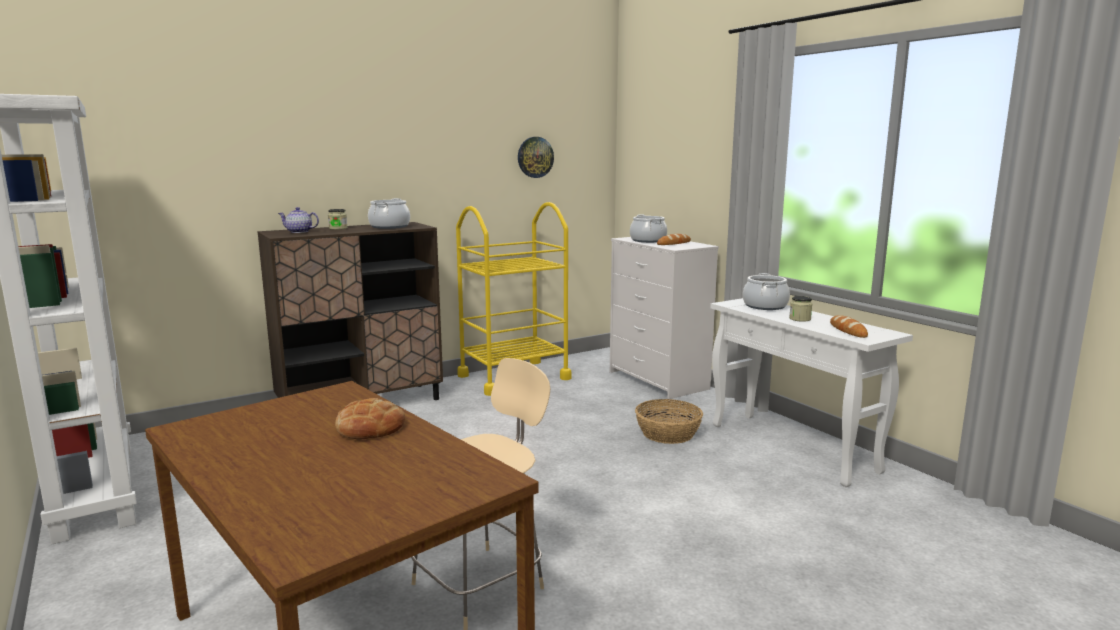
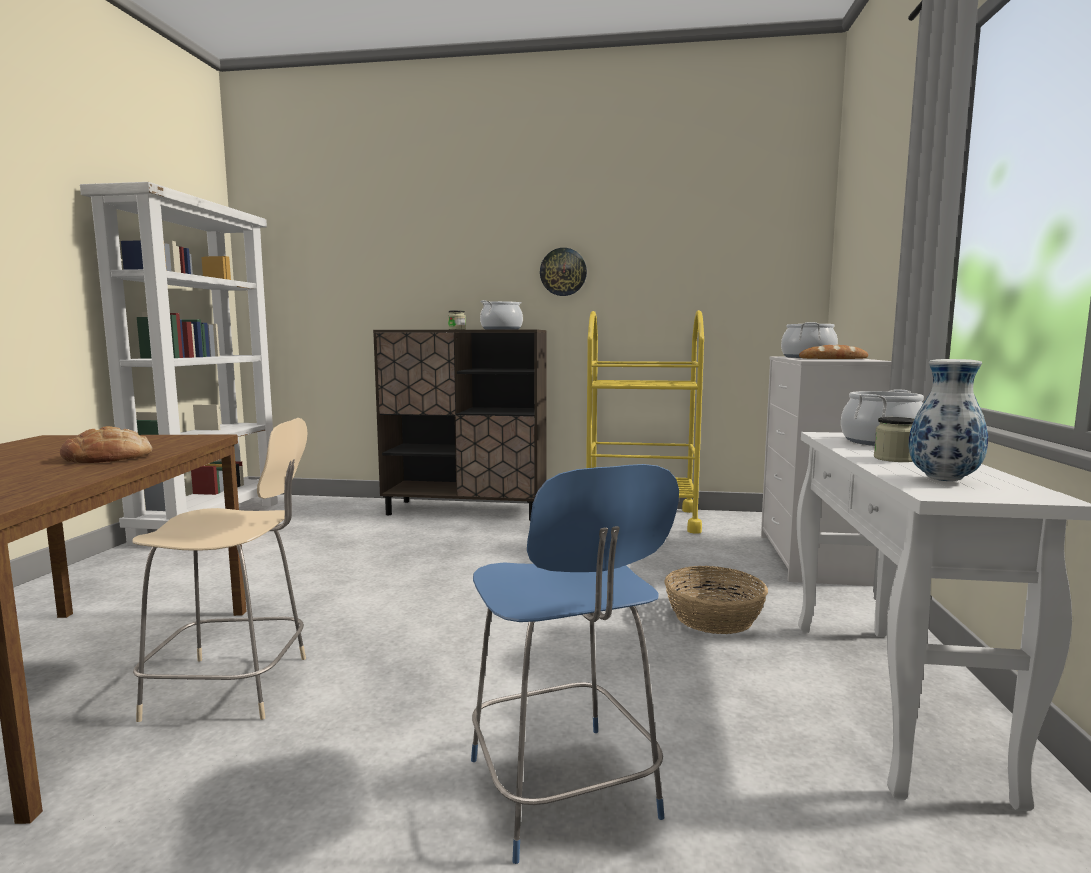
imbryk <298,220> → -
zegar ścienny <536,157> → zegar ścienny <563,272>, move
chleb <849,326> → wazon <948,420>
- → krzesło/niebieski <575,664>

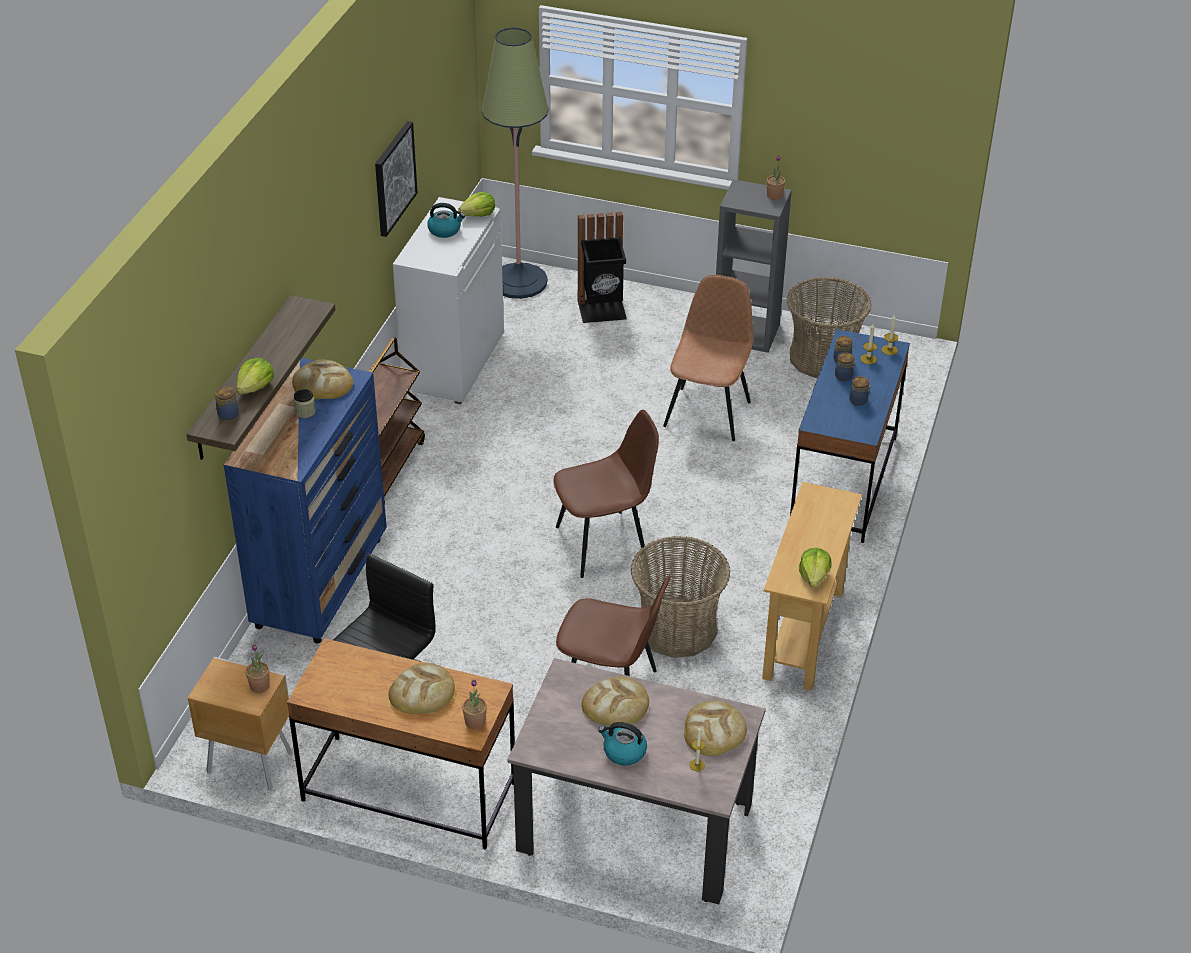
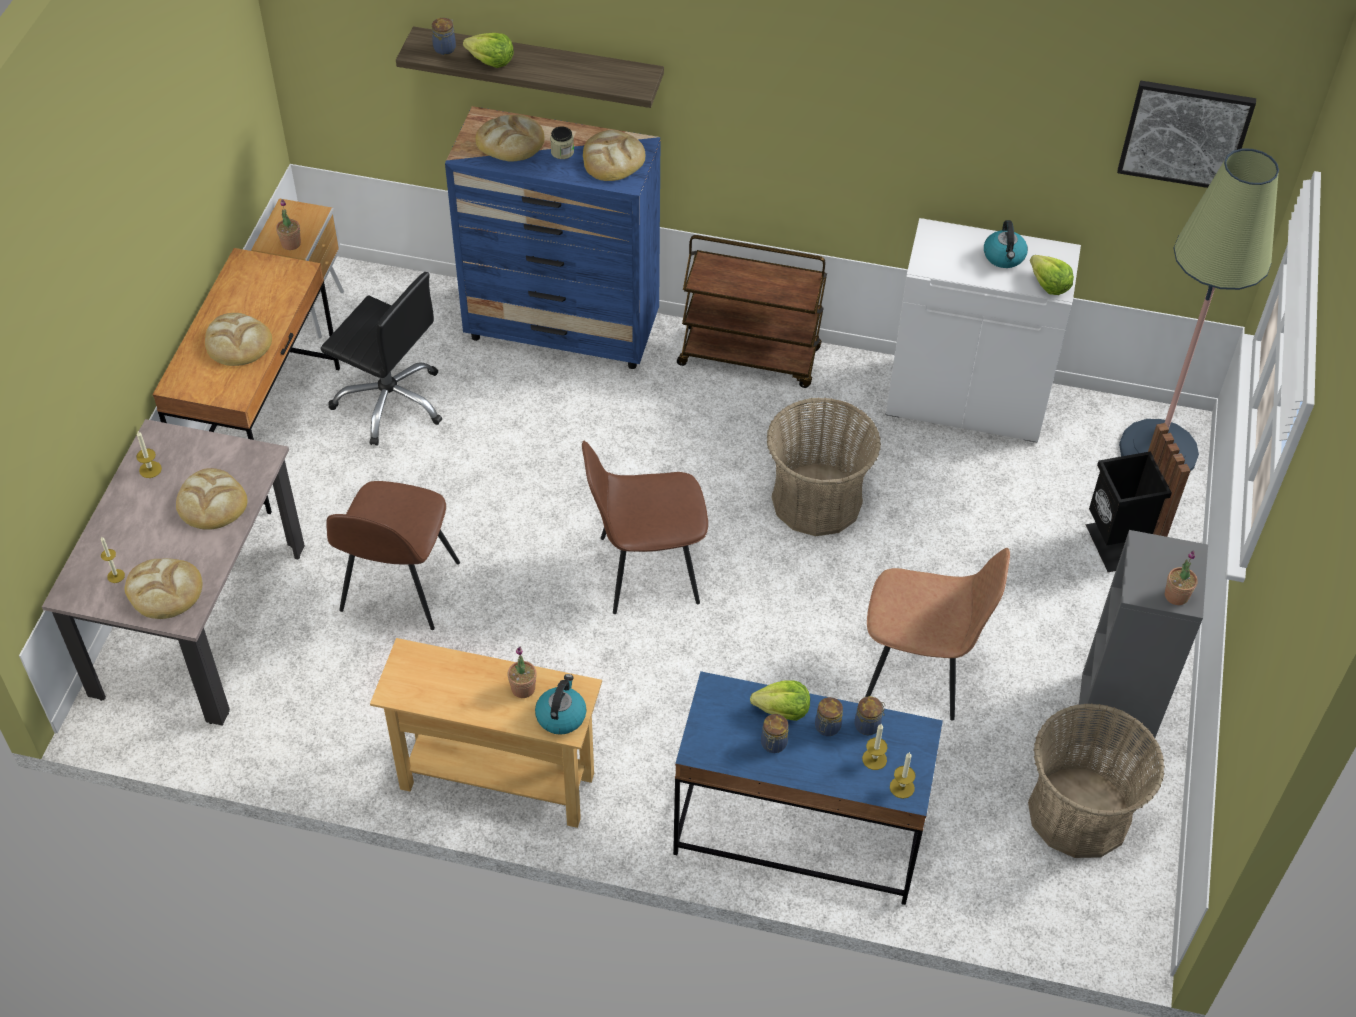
obraz <396,179> → obraz <1186,134>, move
roślina doniczkowa <474,704> → roślina doniczkowa <522,672>, move
krzesło/brązowy <606,494> → krzesło/brązowy <645,527>, 105 degrees clockwise
czajnik <622,744> → czajnik <561,704>, move
koszyk <680,597> → koszyk <823,466>, move
sałata <815,567> → sałata <780,700>, move
- → świeca <149,454>
- → chleb <509,138>

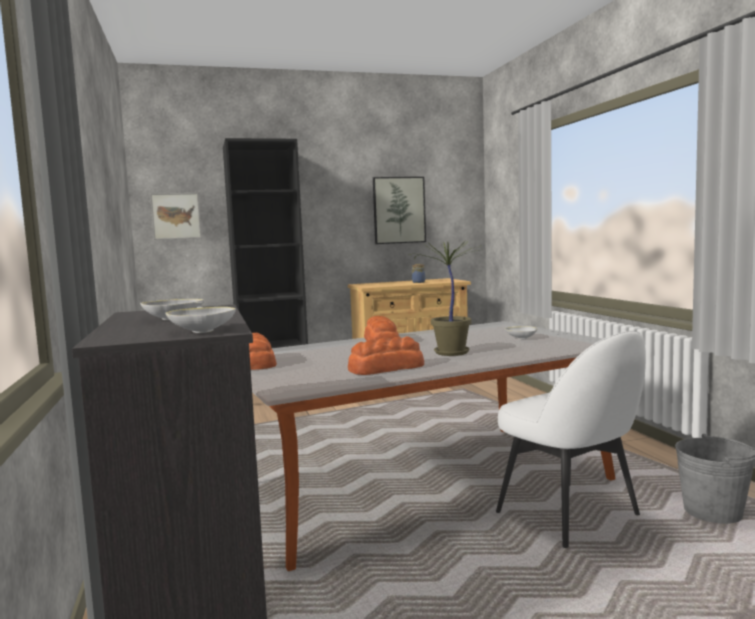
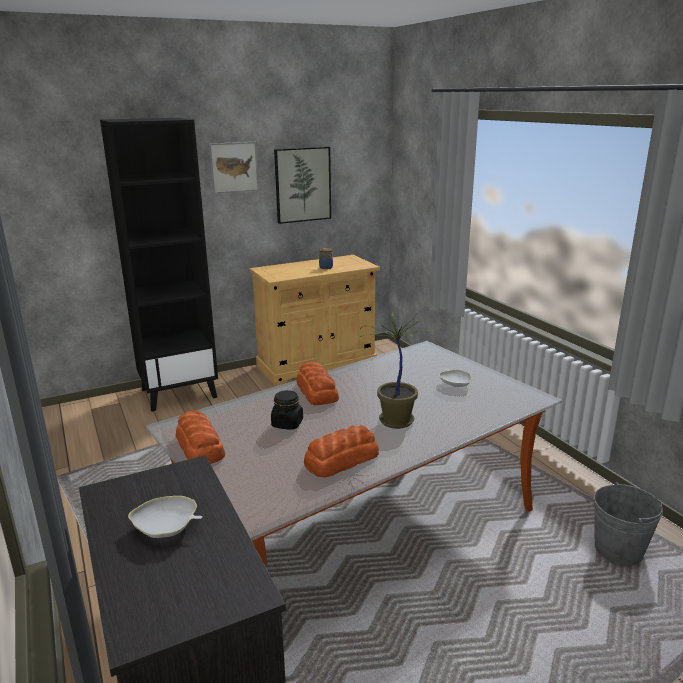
obraz <175,216> → obraz <234,168>, move
miska/biały <200,320> → -
krzesło/biały <571,439> → -
- → słoik/czarny <287,410>

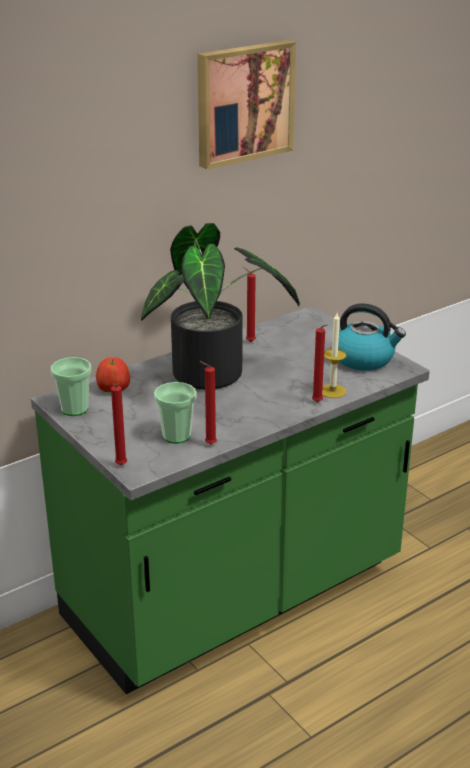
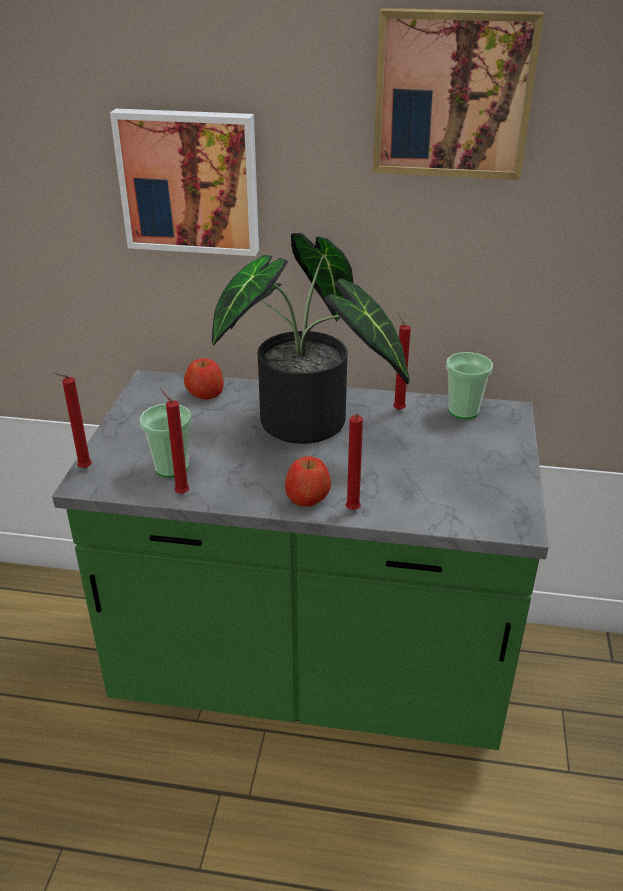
filiżanka <71,386> → filiżanka <469,385>, move
świeca <334,355> → -
czajnik <372,337> → -
- → obraz <184,182>
- → jabłko <308,482>

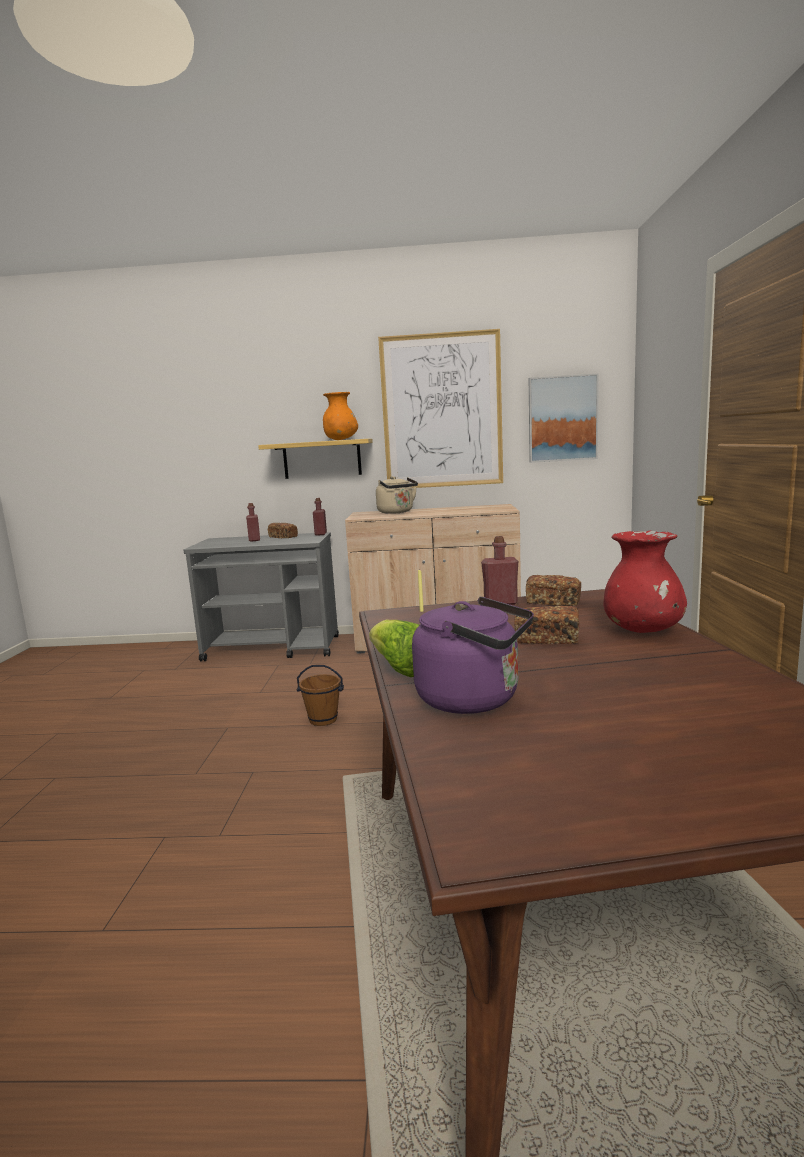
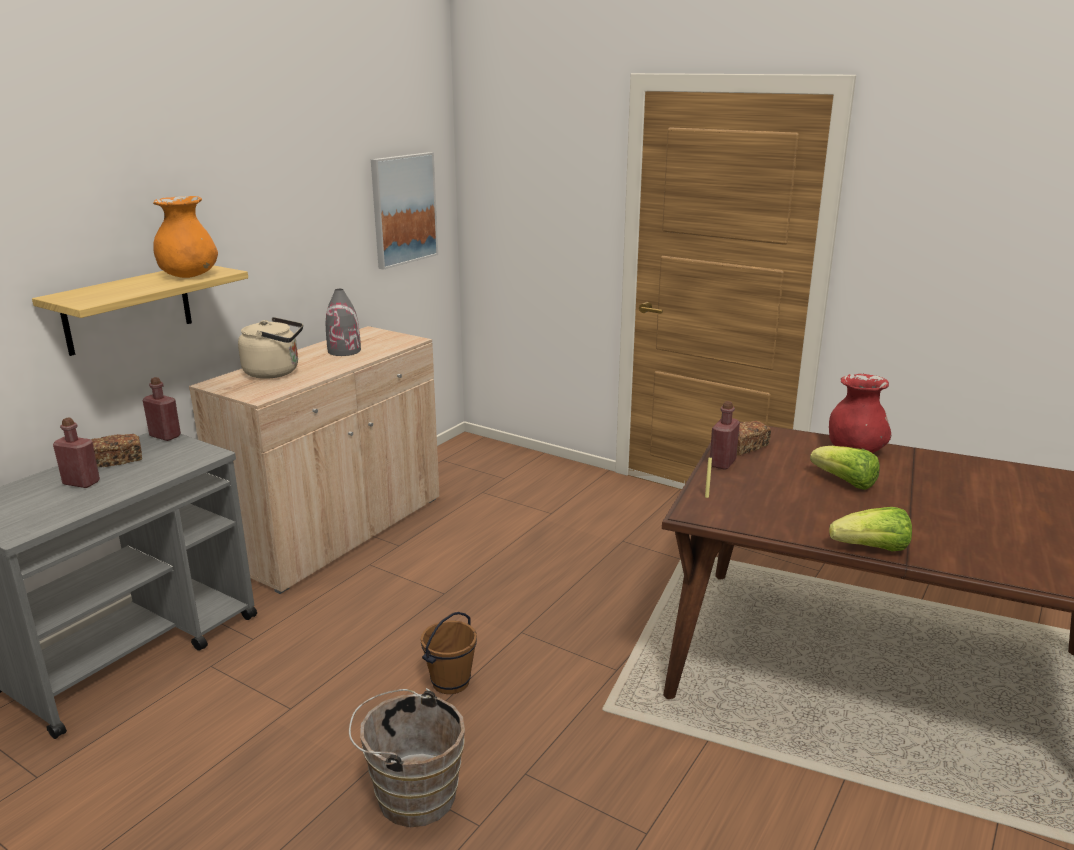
obraz <440,408> → -
czajnik/fioletowy <473,655> → -
chleb <546,625> → sałata <845,468>
- → wazon/szary <343,322>
- → wiadro/brązowy <407,757>

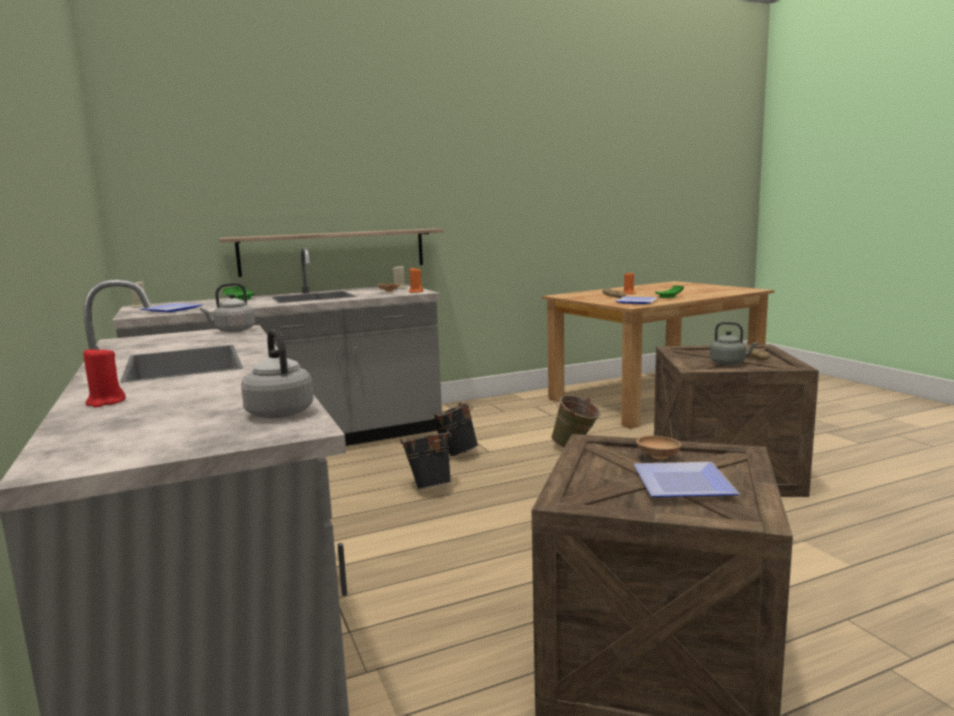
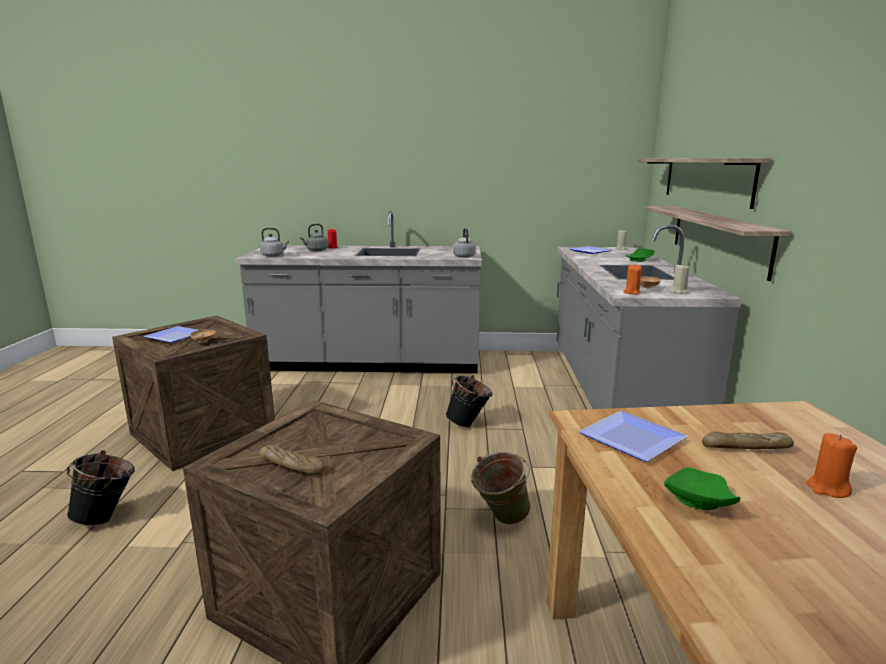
wiadro/czarny <453,430> → wiadro/czarny <100,488>, move
czajnik/szary <733,343> → czajnik/szary <314,237>, move
- → półka <704,183>

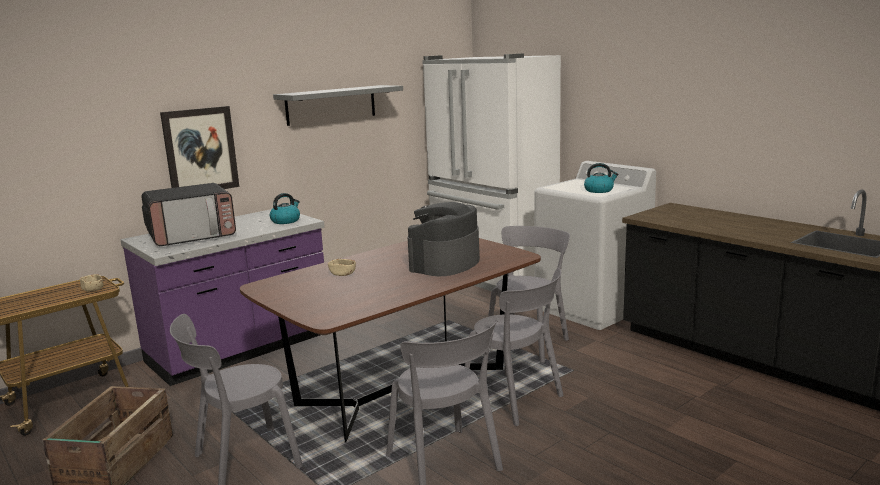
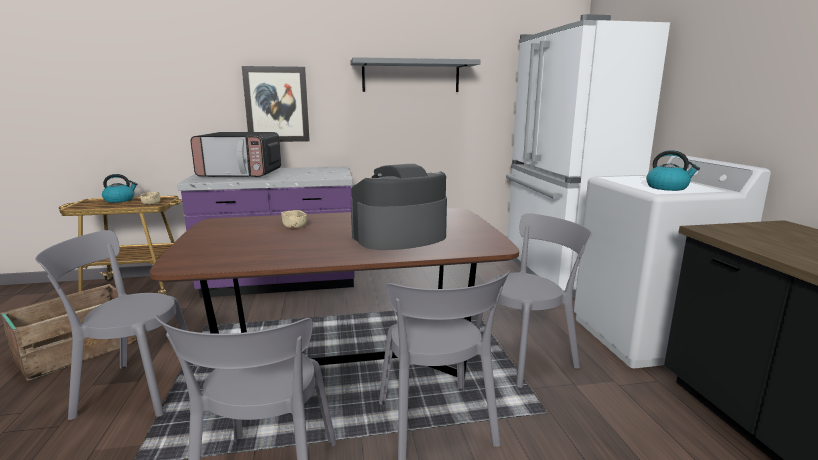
czajnik <285,208> → czajnik <119,188>, move

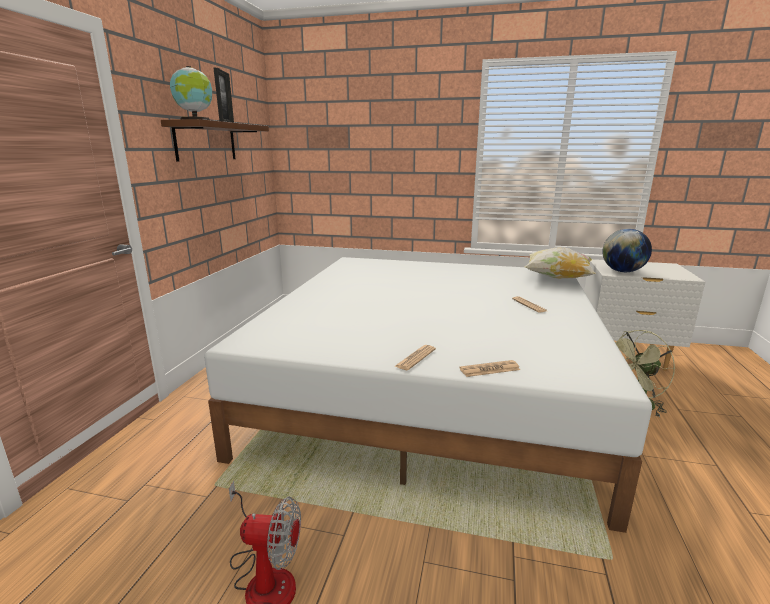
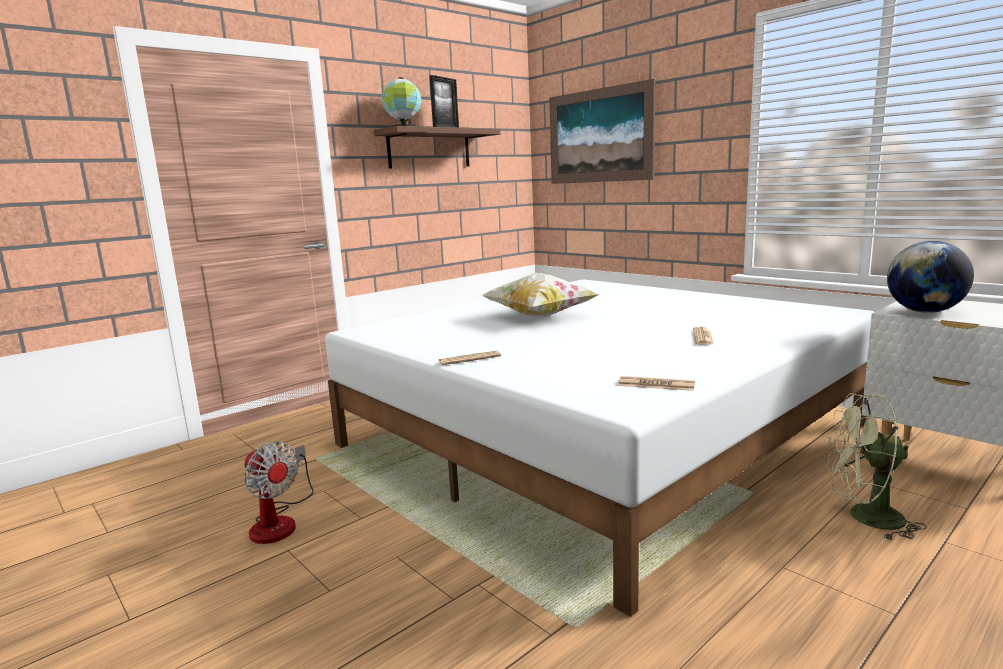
gazeta <489,368> → gazeta <656,383>, move
poduszka <560,263> → poduszka <540,295>, move
- → obraz <602,131>

